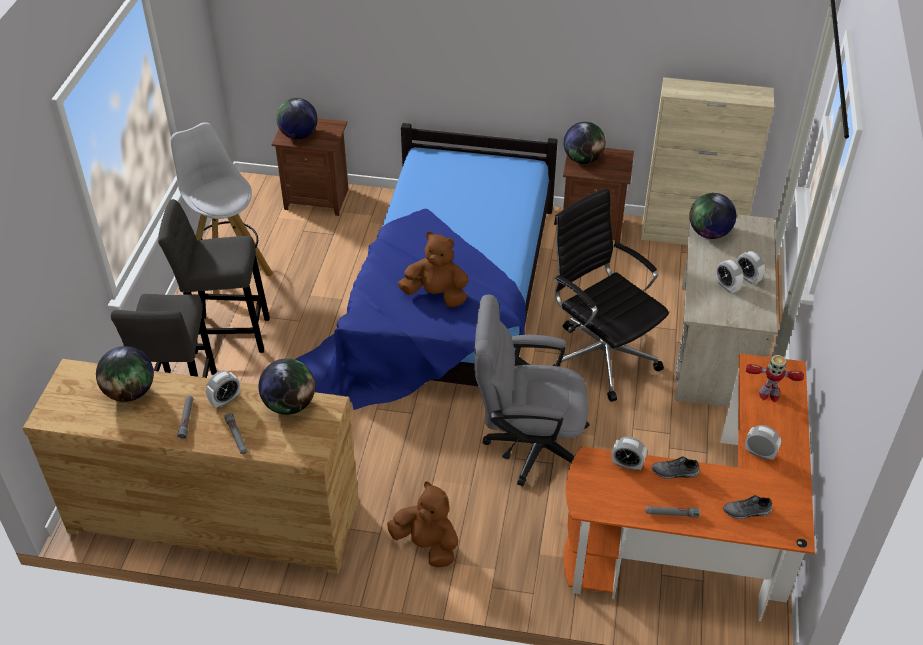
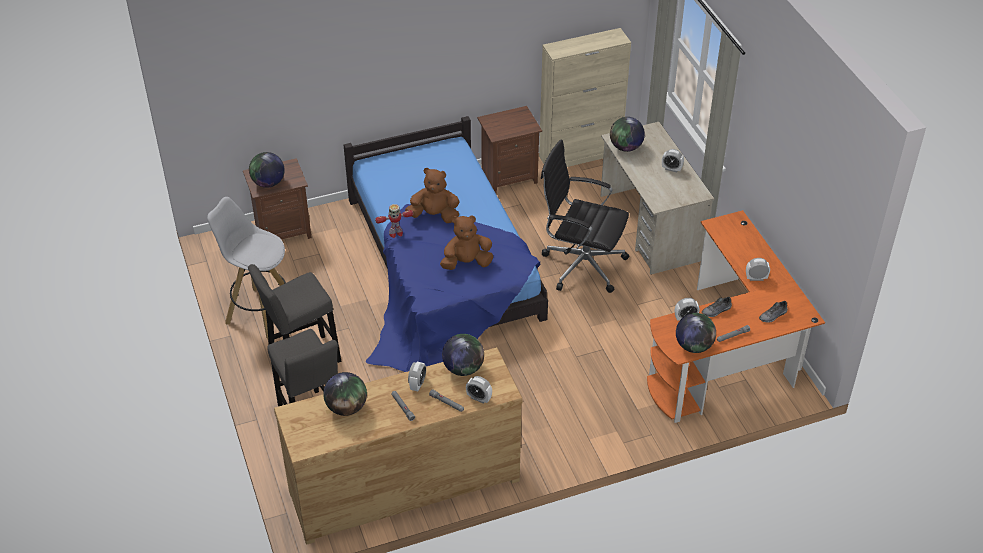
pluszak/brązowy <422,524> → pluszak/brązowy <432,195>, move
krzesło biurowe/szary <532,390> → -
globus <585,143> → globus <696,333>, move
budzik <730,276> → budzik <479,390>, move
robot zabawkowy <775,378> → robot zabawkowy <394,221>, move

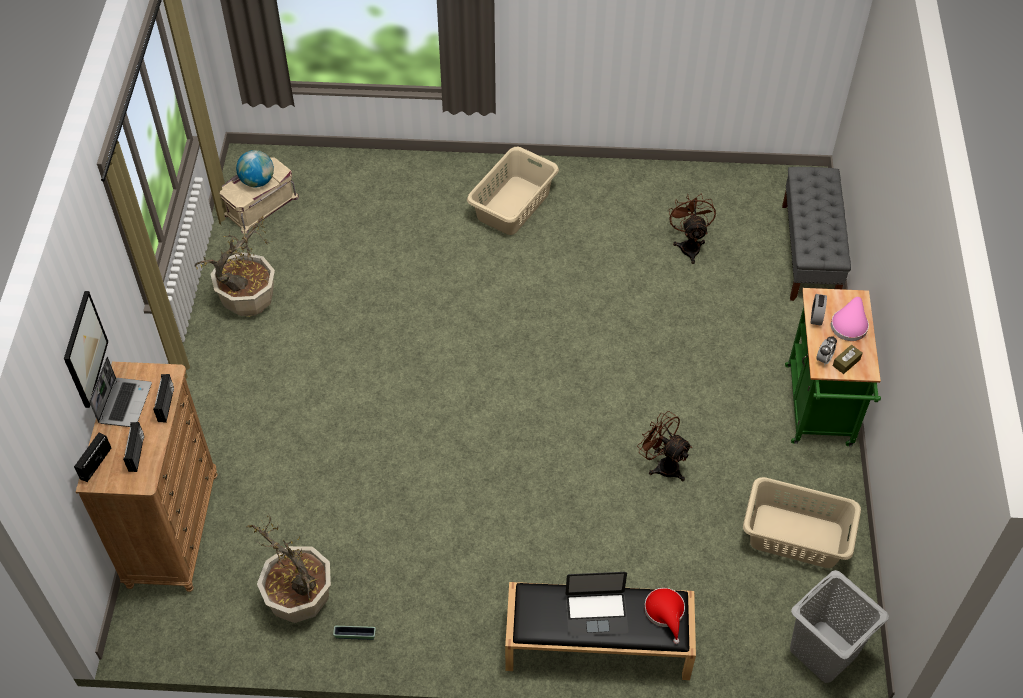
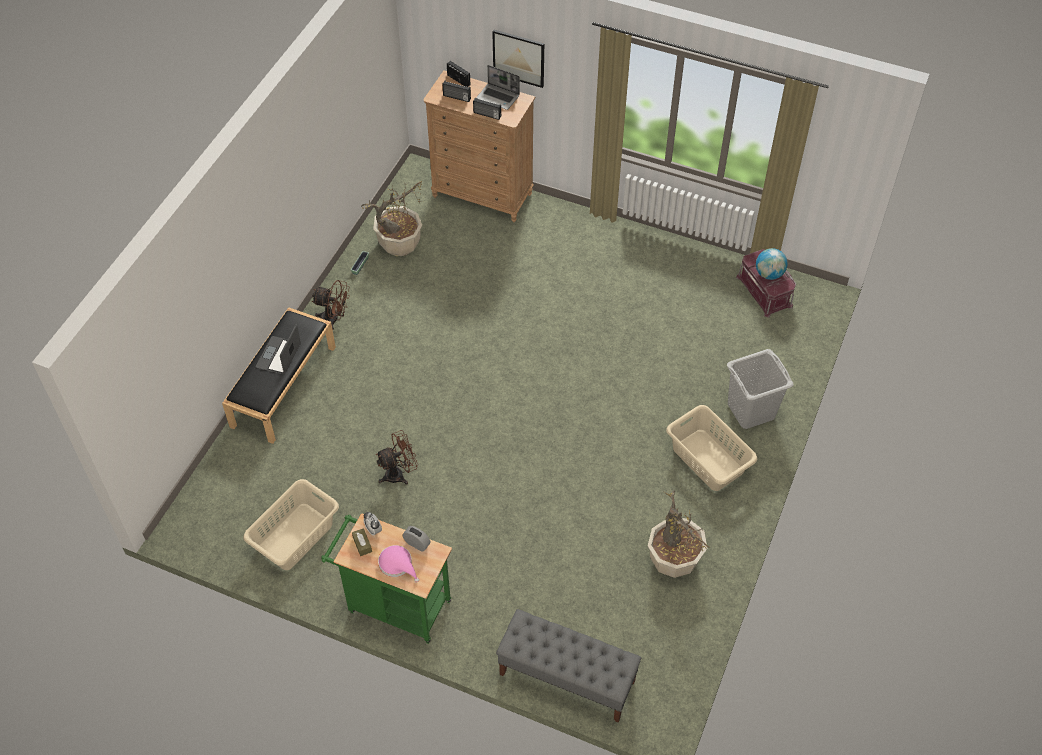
roślina doniczkowa <234,266> → roślina doniczkowa <678,534>, move
pojemnik do przechowywania/beżowy <259,195> → pojemnik do przechowywania/czerwony <766,283>
kapelusz/czerwony <664,616> → -
wentylator/brązowy <692,229> → wentylator/brązowy <331,305>, move
kosz na pranie/szary <839,626> → kosz na pranie/szary <760,389>, move

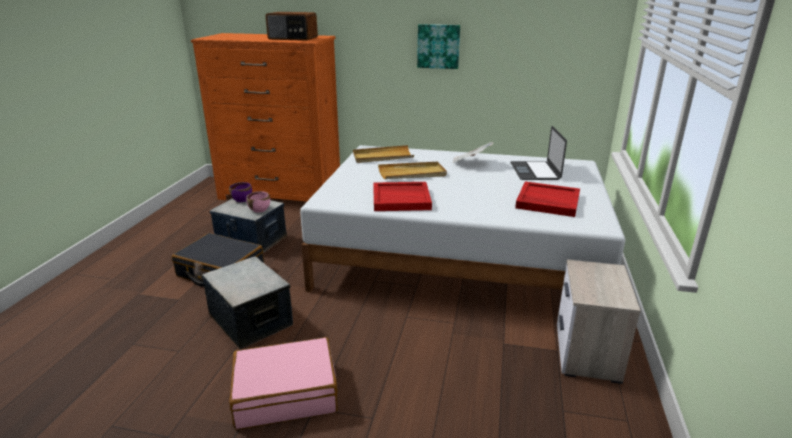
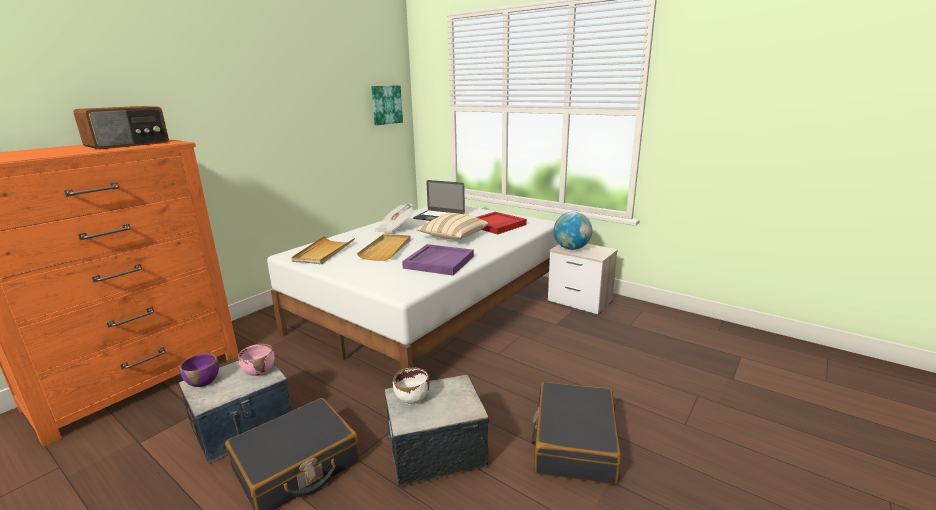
walizka/różowy <283,383> → walizka/czarny <576,433>
taca/czerwony <402,196> → taca/fioletowy <438,260>
obraz <438,46> → obraz <387,105>, move
- → miska/biały <411,385>
- → poduszka/beżowy <452,226>
- → globus <572,231>

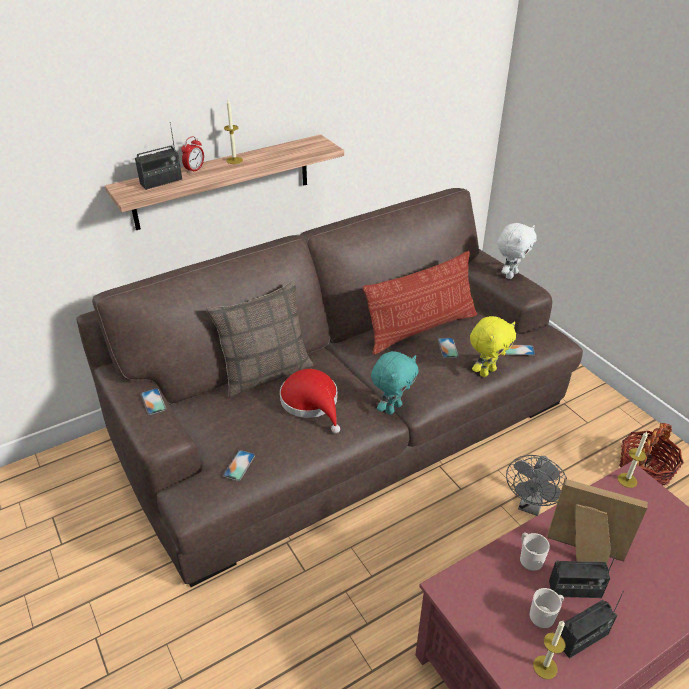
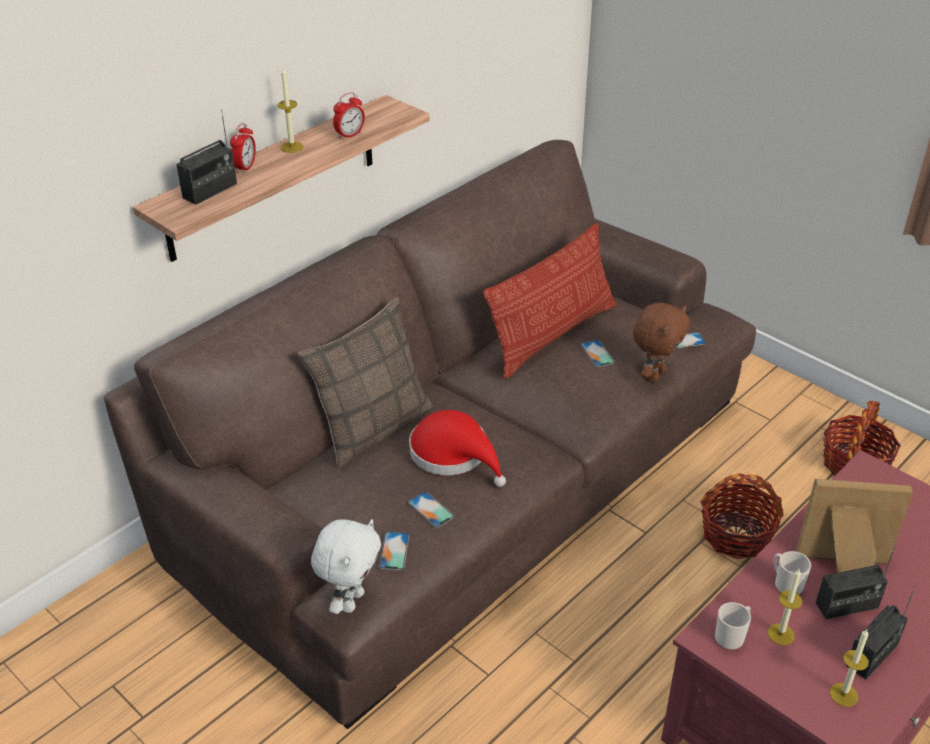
telefon <153,401> → telefon <431,510>, move
pluszak/turkusowy <394,383> → -
pluszak/żółty <493,346> → pluszak/brązowy <661,343>
pluszak/biały <517,251> → pluszak/biały <346,566>, move
wentylator/szary <536,485> → koszyk <742,516>
kubek <546,608> → kubek <733,626>, move
świeca <633,460> → świeca <785,607>, move
- → budzik <349,116>

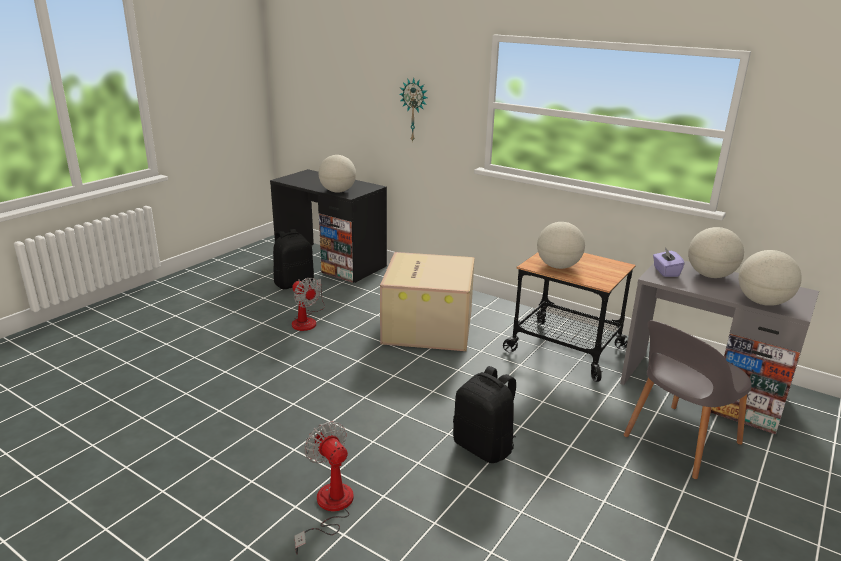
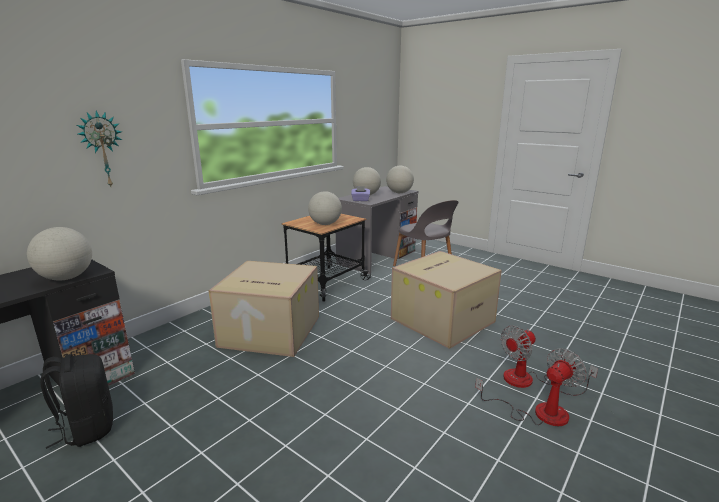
wentylator <308,304> → wentylator <531,387>, move
plecak/czarny <484,414> → karton <446,300>

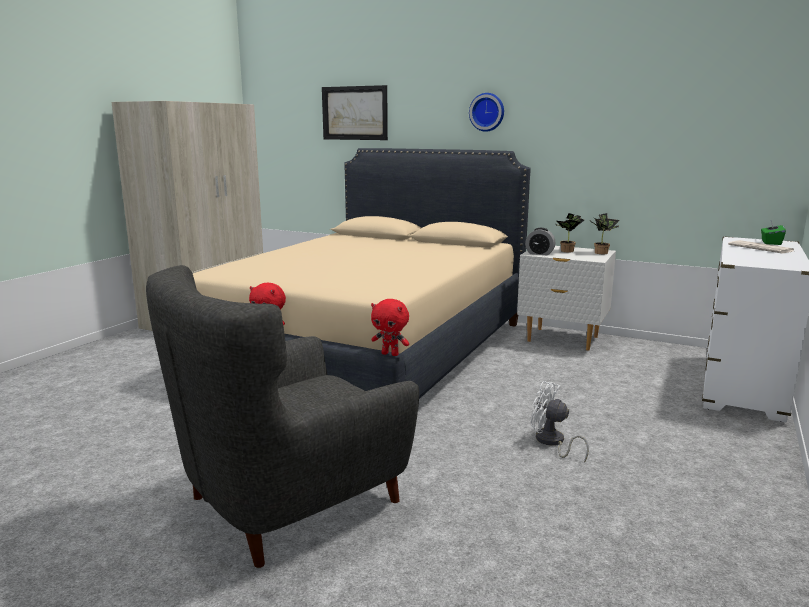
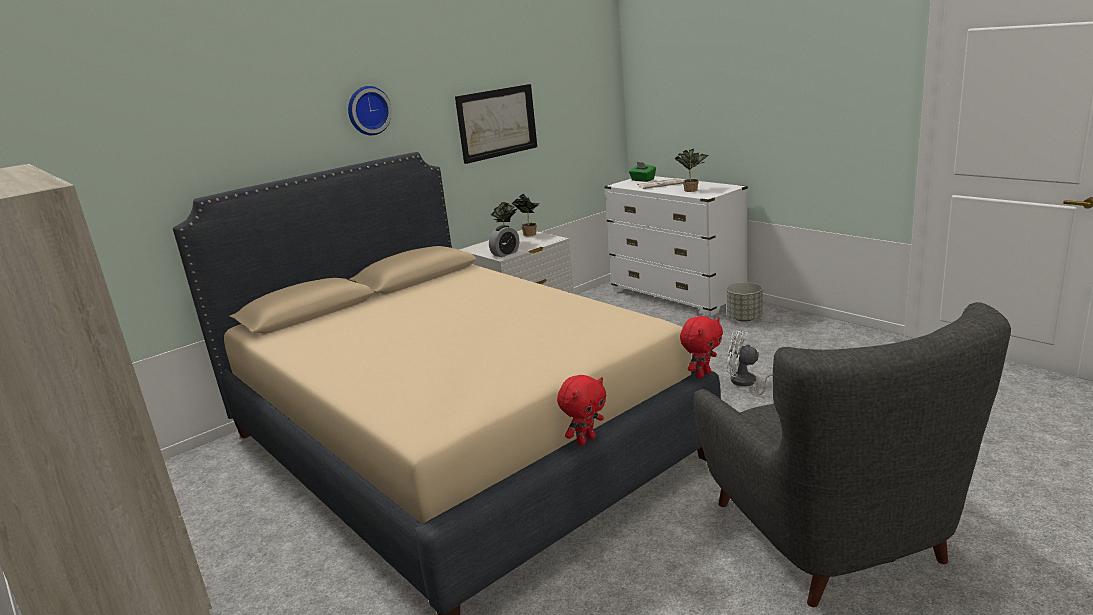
obraz <355,112> → obraz <496,124>, move
wentylator/biały <560,422> → wentylator/biały <750,363>, 60 degrees clockwise
- → roślina doniczkowa <691,170>
- → donica/szary <744,302>

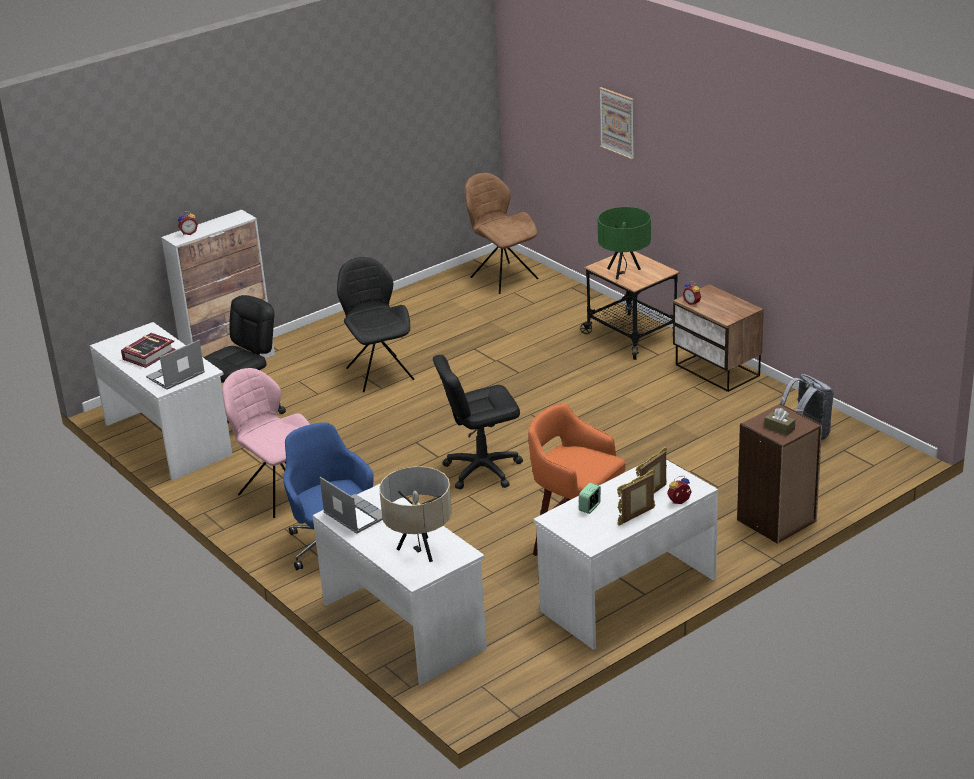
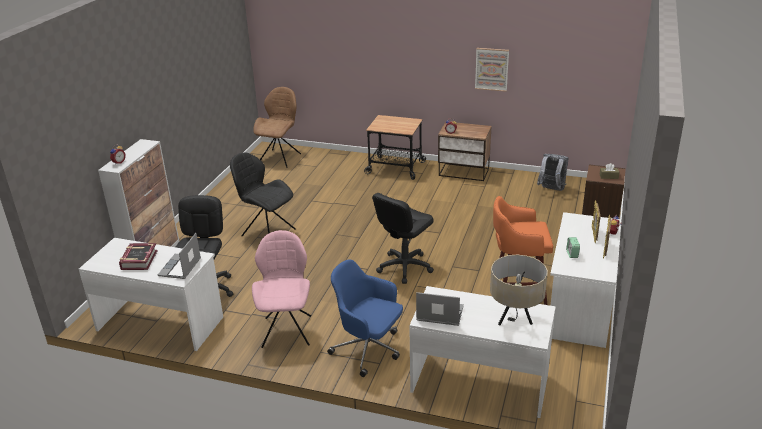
krzesło/różowy <266,443> → krzesło/różowy <281,289>, 75 degrees clockwise
krzesło/brązowy <501,233> → krzesło/brązowy <277,127>, 90 degrees clockwise
lampa stołowa/zielony <624,243> → -
obraz <616,123> → obraz <492,70>, move

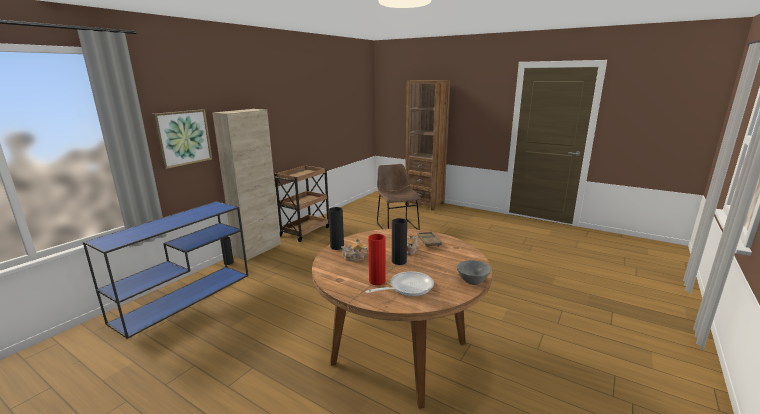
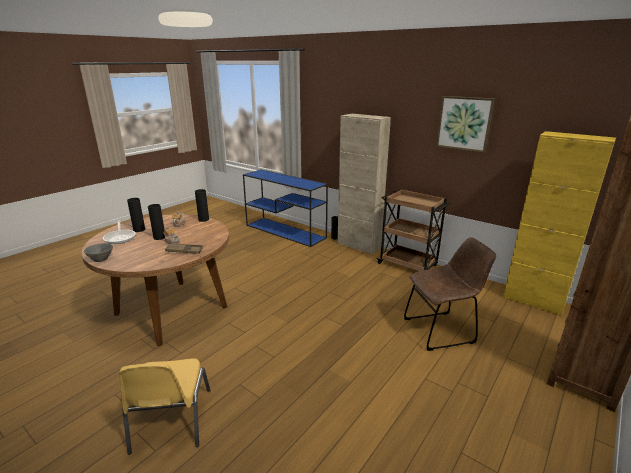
obraz <182,139> → obraz <465,124>, move
wazon/czerwony <377,259> → wazon/czarny <136,215>
- → krzesło/żółty <164,406>
- → szafka/żółty <559,223>

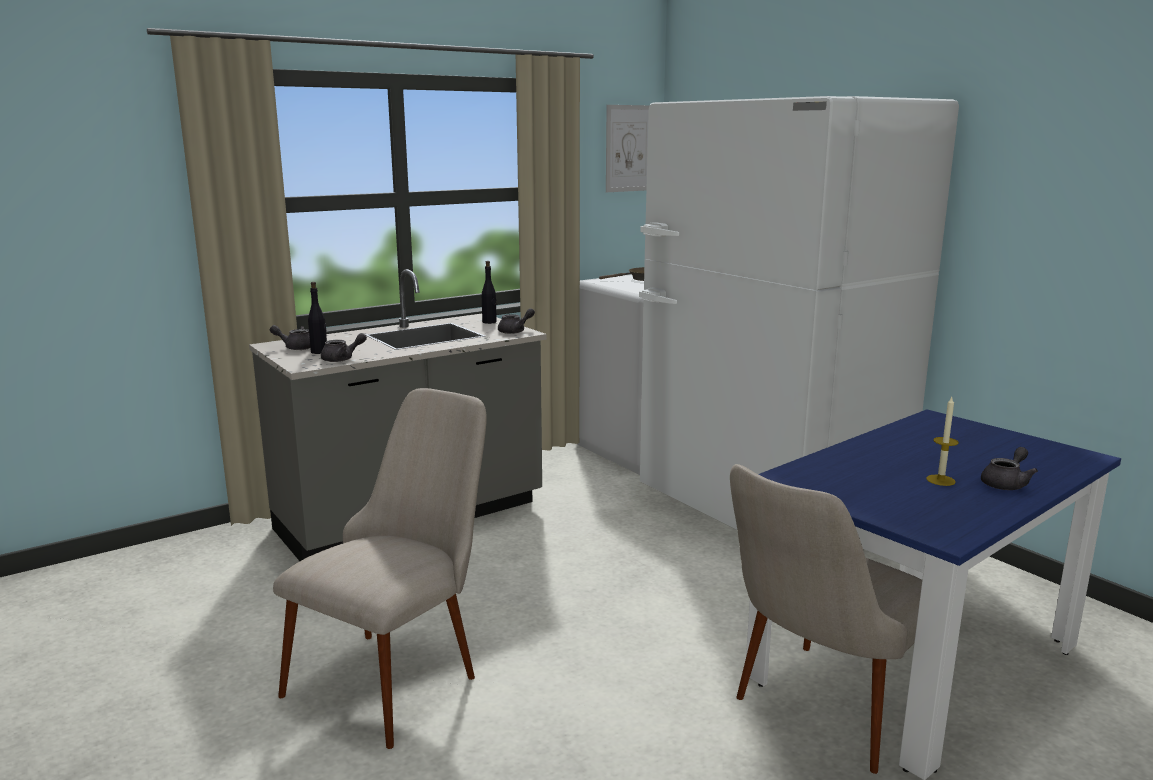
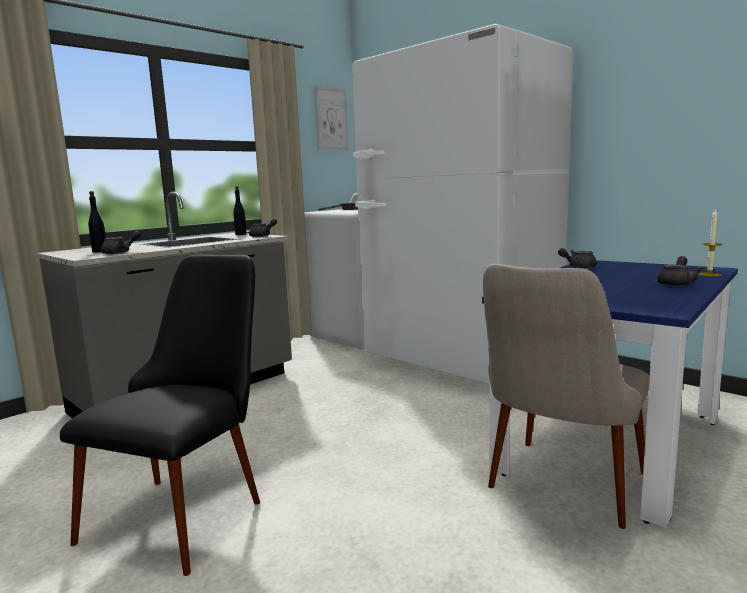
imbryk/szary <290,337> → imbryk/szary <577,258>, move
krzesło/beżowy <380,568> → krzesło/czarny <160,415>
świeca <942,441> → świeca <710,243>, move

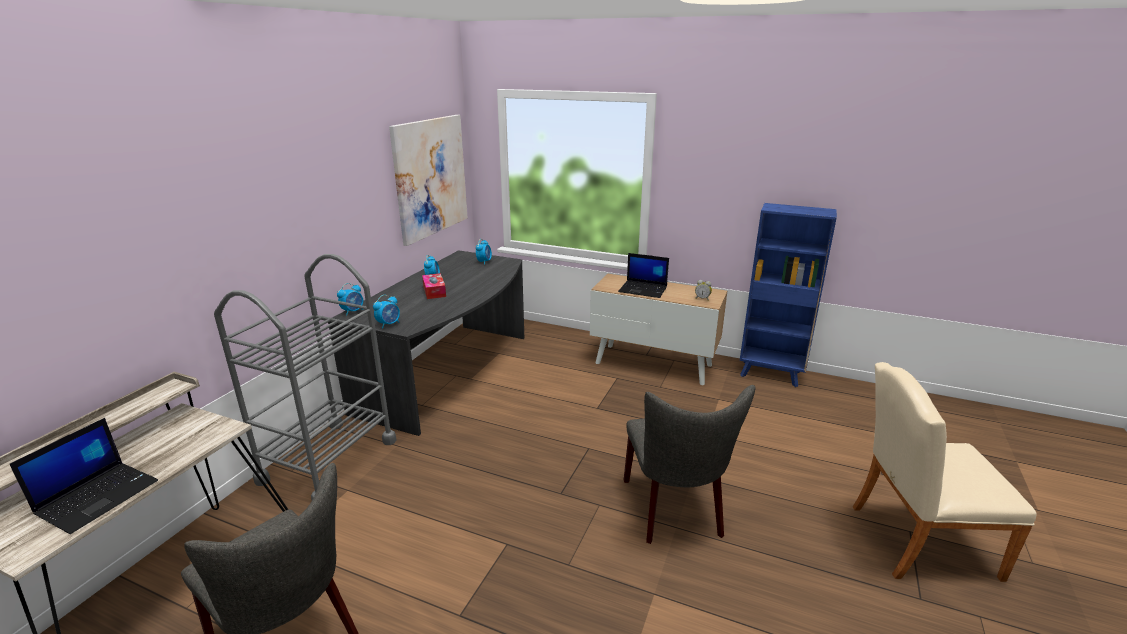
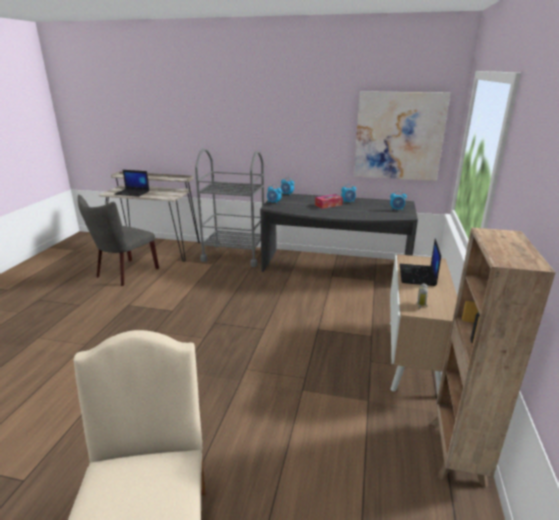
krzesło/szary <689,464> → -
regał/niebieski <788,295> → regał/brązowy <493,358>

